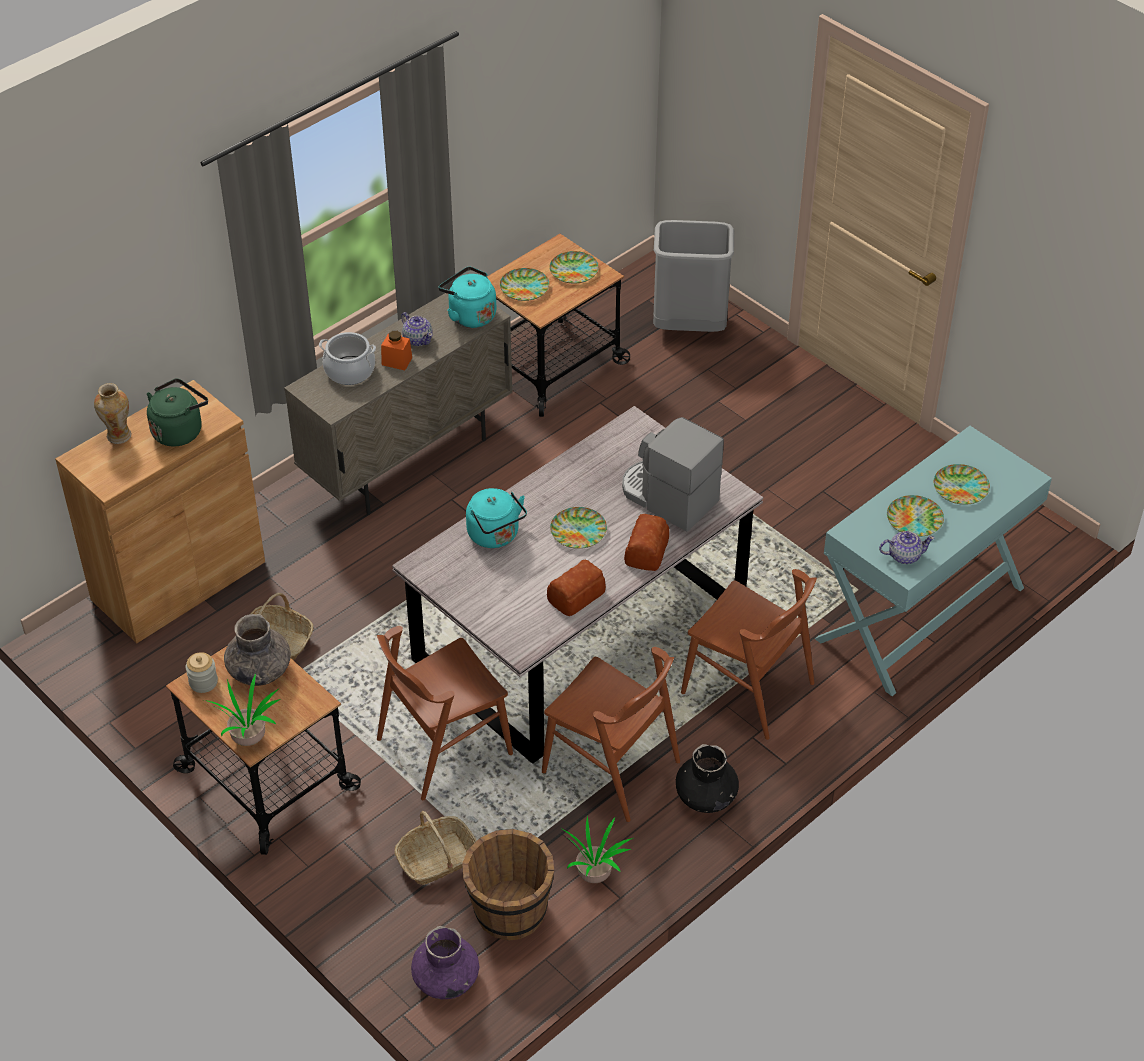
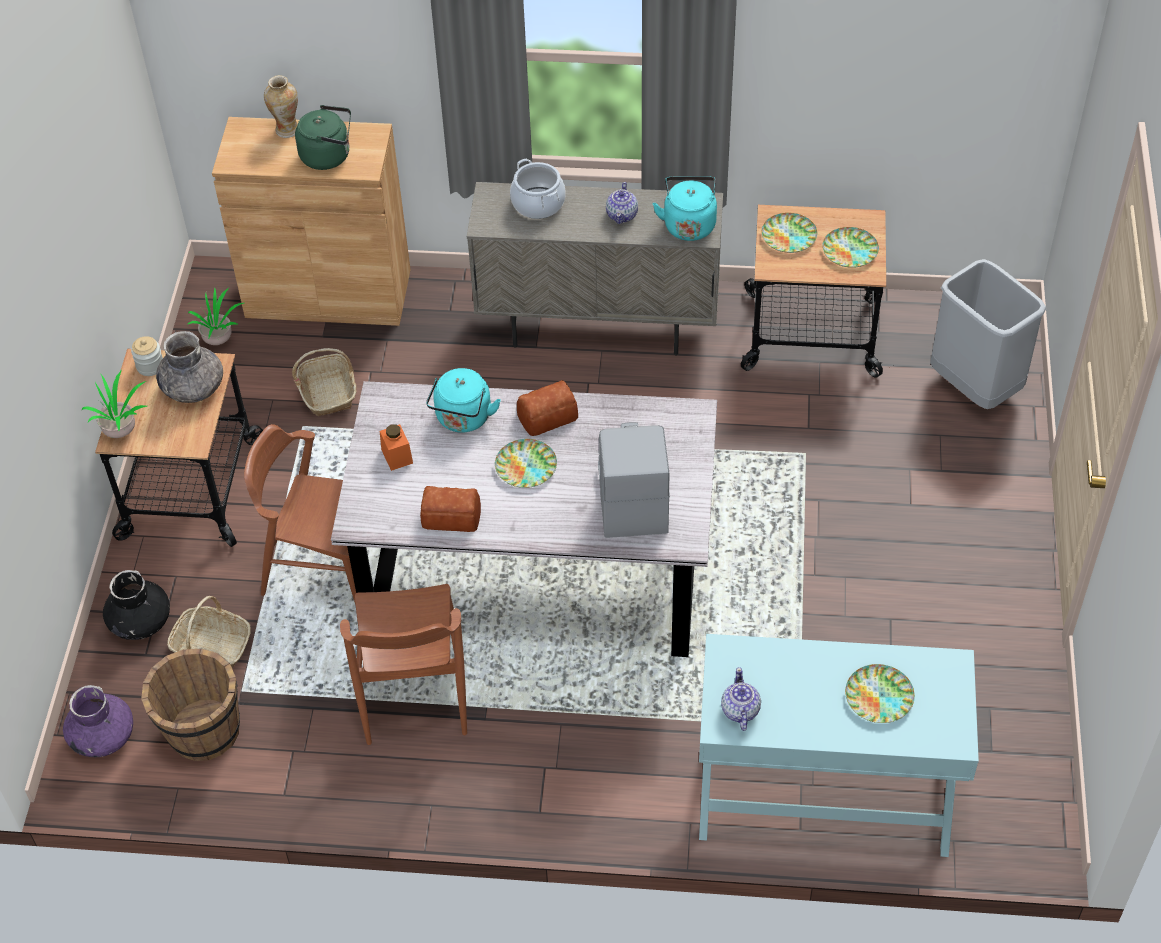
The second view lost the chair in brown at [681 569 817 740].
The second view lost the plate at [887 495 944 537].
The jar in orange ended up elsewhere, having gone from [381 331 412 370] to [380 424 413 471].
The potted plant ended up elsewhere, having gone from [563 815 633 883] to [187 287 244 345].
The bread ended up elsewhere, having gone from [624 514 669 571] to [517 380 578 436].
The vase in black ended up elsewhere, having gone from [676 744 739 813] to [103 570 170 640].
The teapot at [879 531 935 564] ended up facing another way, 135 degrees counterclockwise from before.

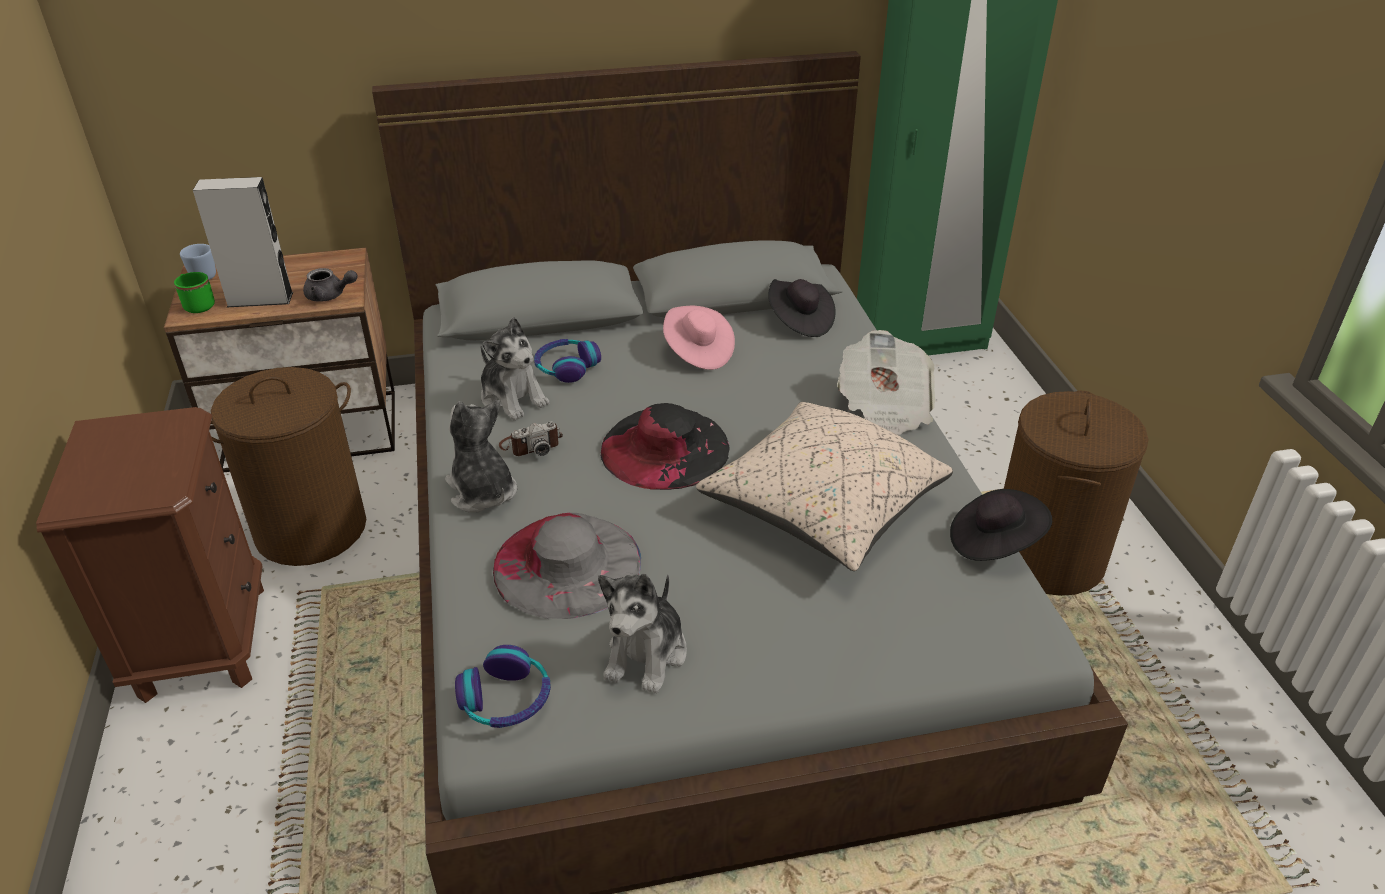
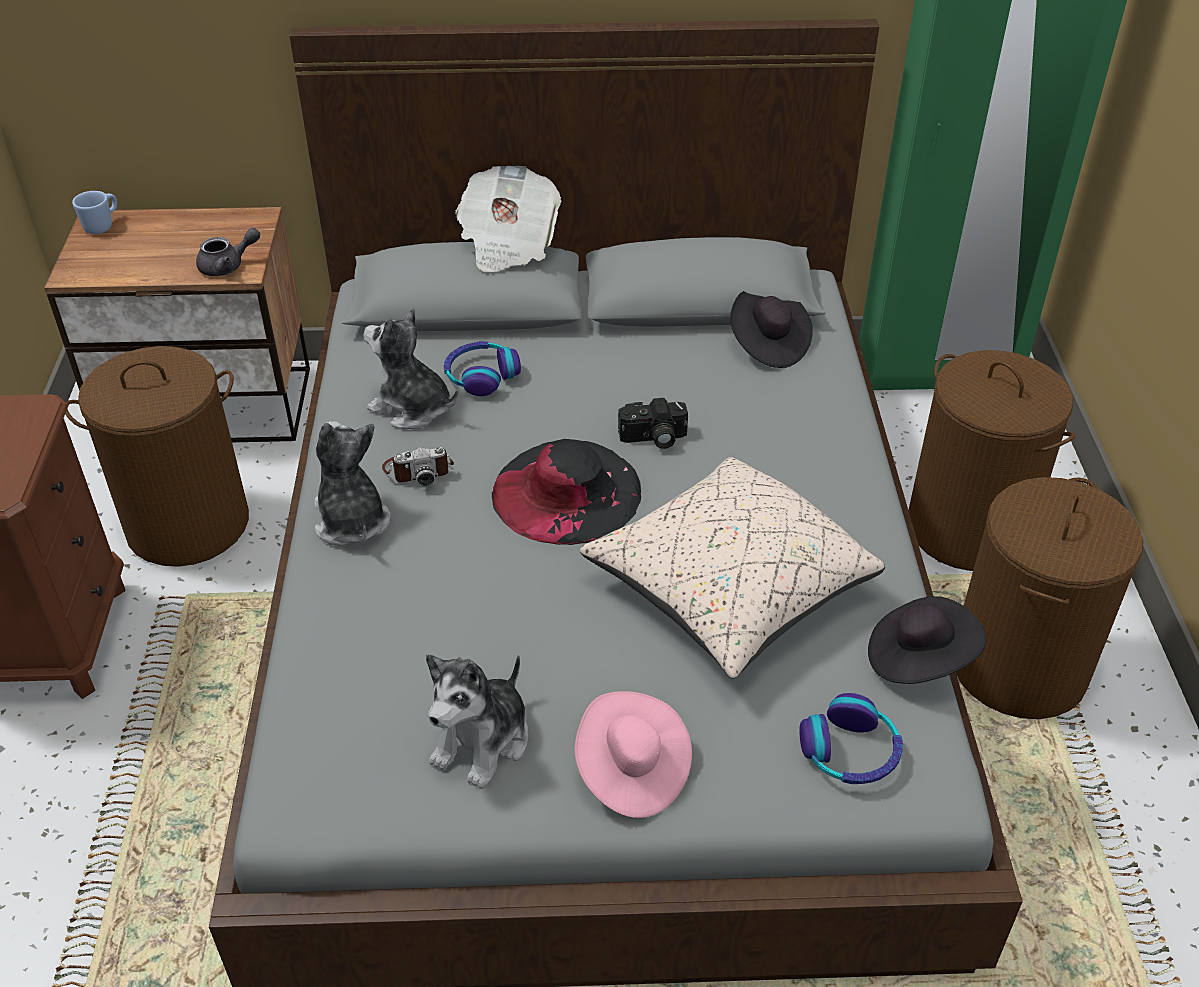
The second view lost the mug in green at [174 272 215 313].
The second view lost the speaker in grey at [193 177 293 308].
The second view lost the hat in grey at [493 513 641 619].
The second view gained the photo camera at [618 398 688 449].
The second view gained the laundry basket in brown at [908 350 1076 571].
The headphones ended up elsewhere, having gone from [455 645 551 728] to [799 693 903 784].
The hat in pink ended up elsewhere, having gone from [663 306 735 370] to [575 691 692 818].
The newspaper ended up elsewhere, having gone from [837 330 935 435] to [456 166 561 272].
The teapot in grey at [303 268 357 302] ended up facing another way, 45 degrees counterclockwise from before.
The plush toy at [481 317 550 421] ended up facing another way, 150 degrees clockwise from before.

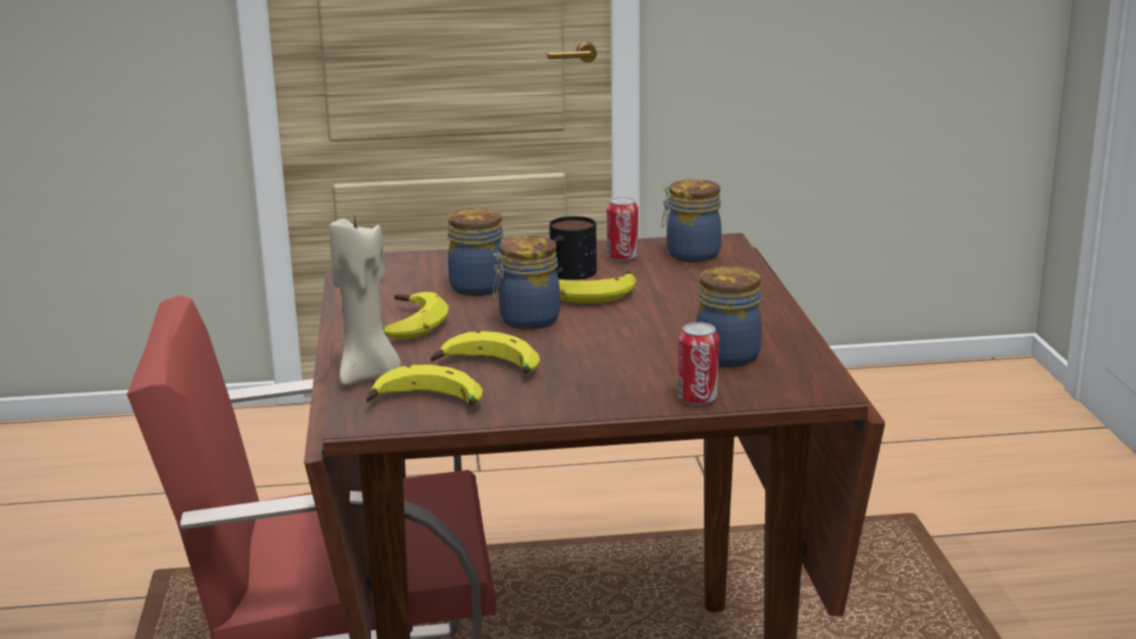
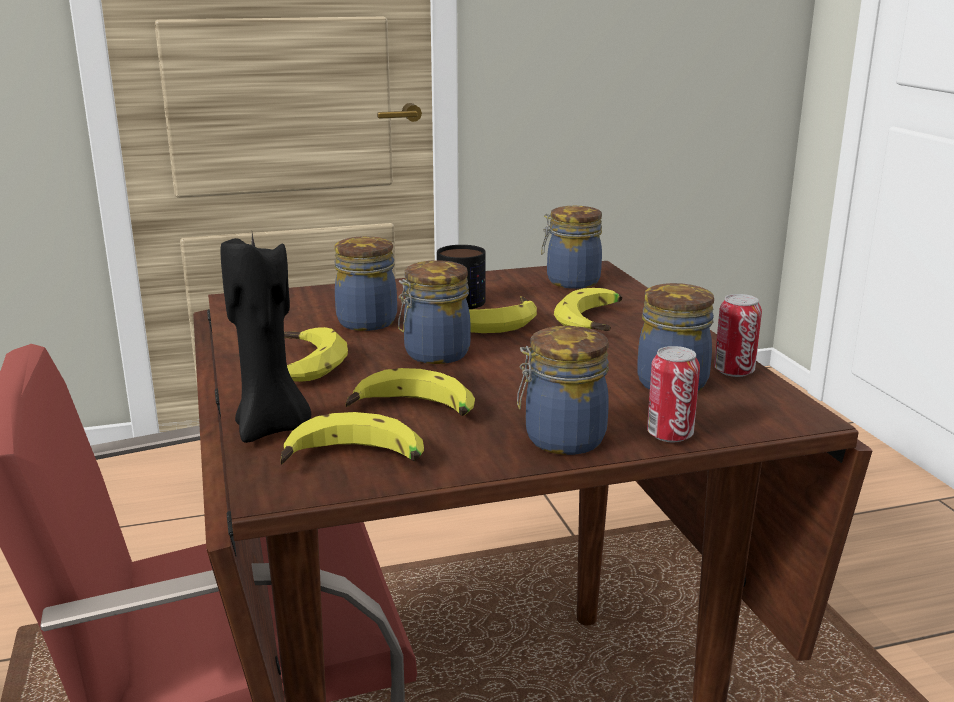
The second view gained the jar at [517 326 609 455].
The second view gained the banana at [554 288 622 331].
The can ended up elsewhere, having gone from [607 197 638 261] to [714 294 762 377].
What was the candle in beige at [329 213 401 385] turned into the candle in black at [220 233 311 443].

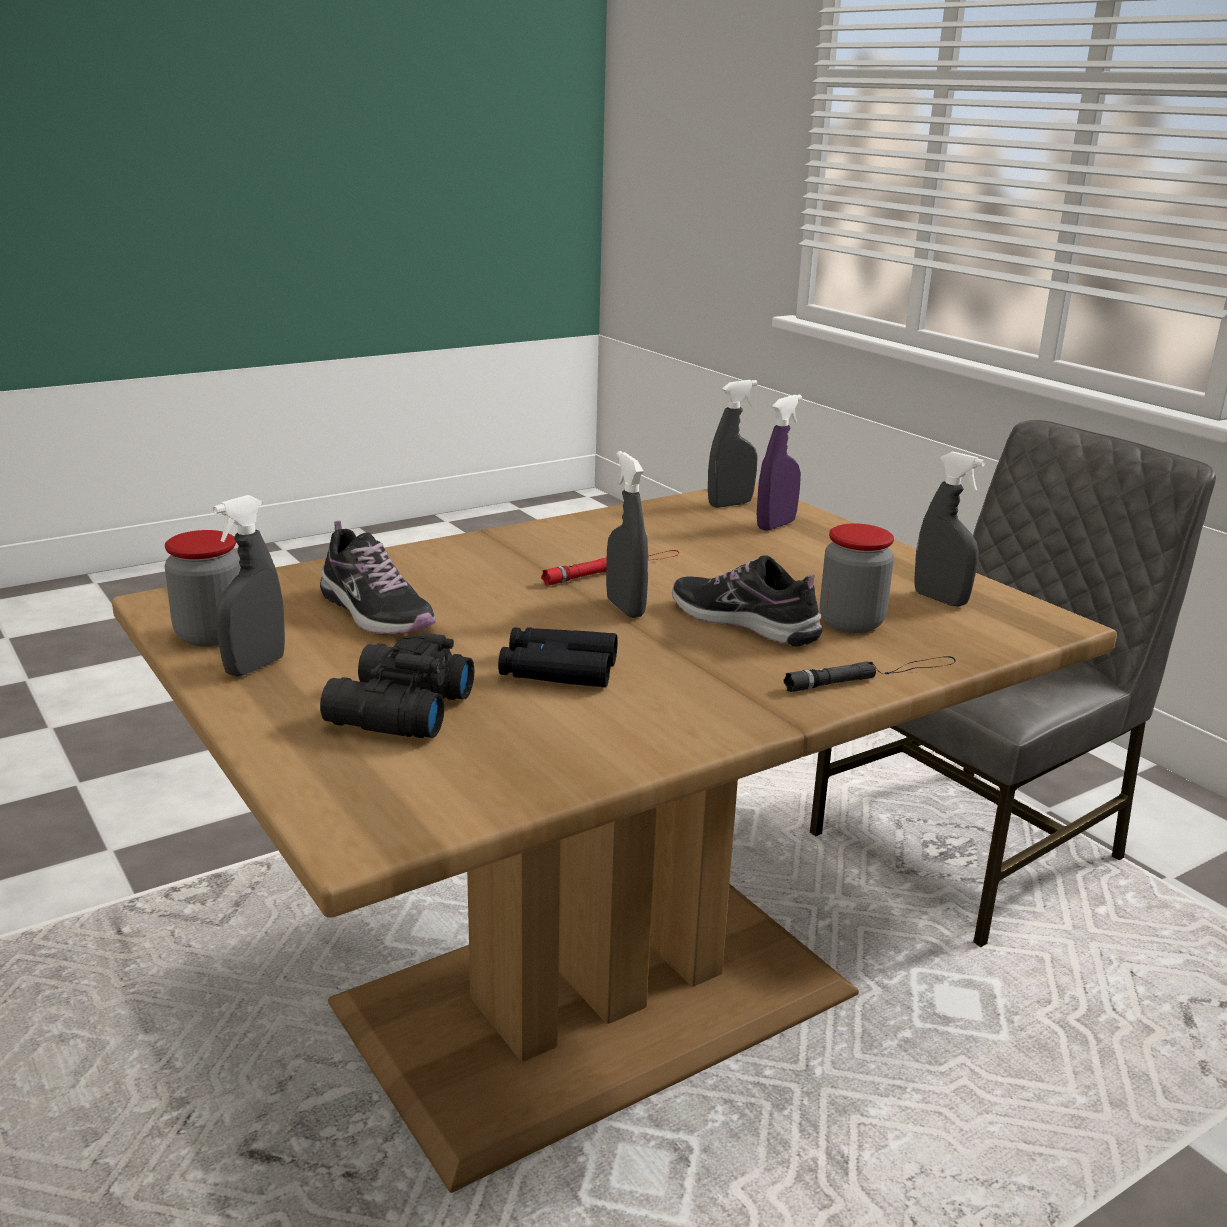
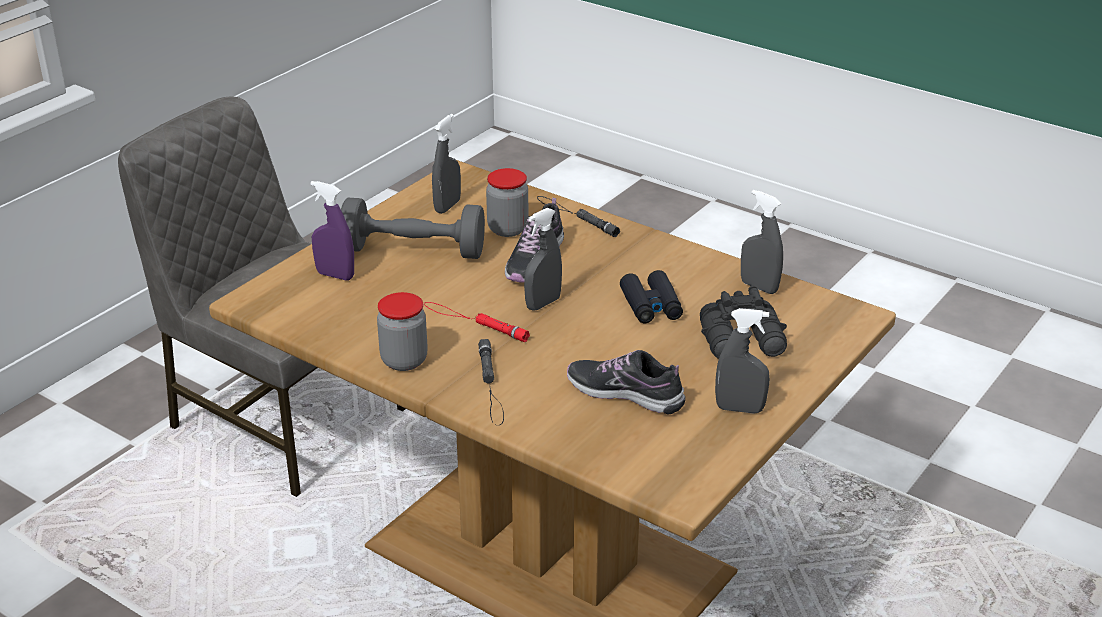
The second view gained the dumbbell in grey at [341 198 485 259].
The second view gained the flashlight in black at [478 339 504 425].
The jar ended up elsewhere, having gone from [165 530 241 647] to [377 292 428 371].
The spray bottle in grey ended up elsewhere, having gone from [708 380 758 508] to [741 190 783 294].
The shoe at [320 520 436 634] ended up facing another way, 90 degrees counterclockwise from before.

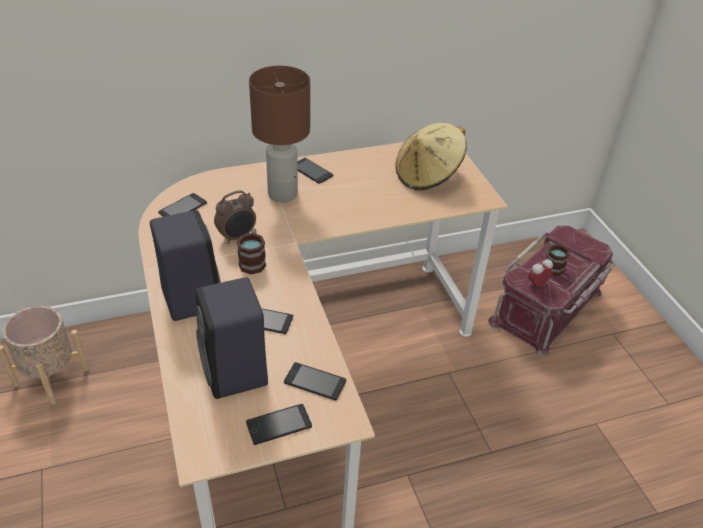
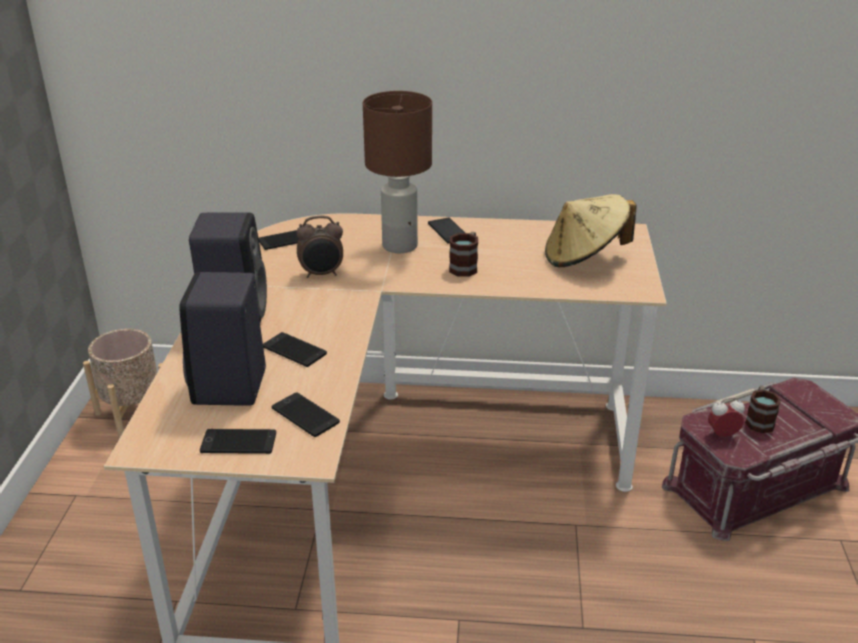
The mug ended up elsewhere, having gone from [237 229 266 275] to [449 232 478 277].

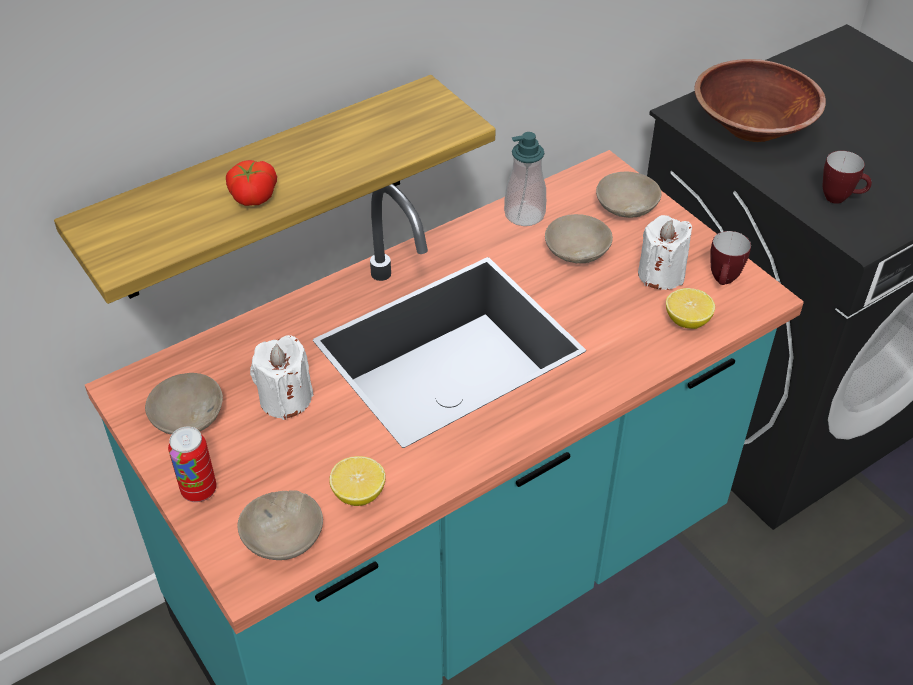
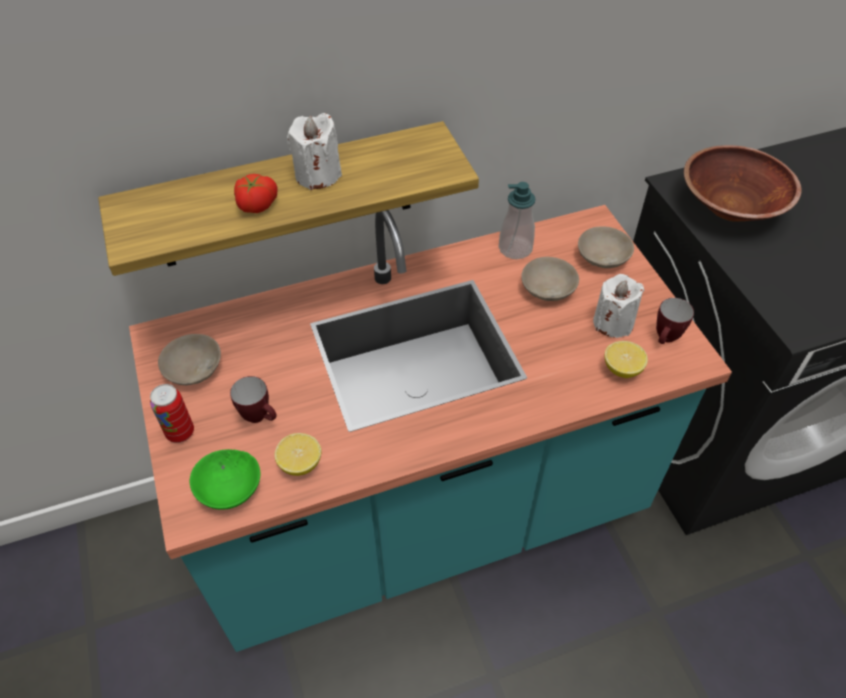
The candle in white ended up elsewhere, having gone from [250 335 314 420] to [287 113 342 190].
The mug ended up elsewhere, having gone from [823 151 872 204] to [230 376 277 423].
What was the bowl in beige at [237 490 323 560] turned into the bowl in green at [190 449 260 510].

